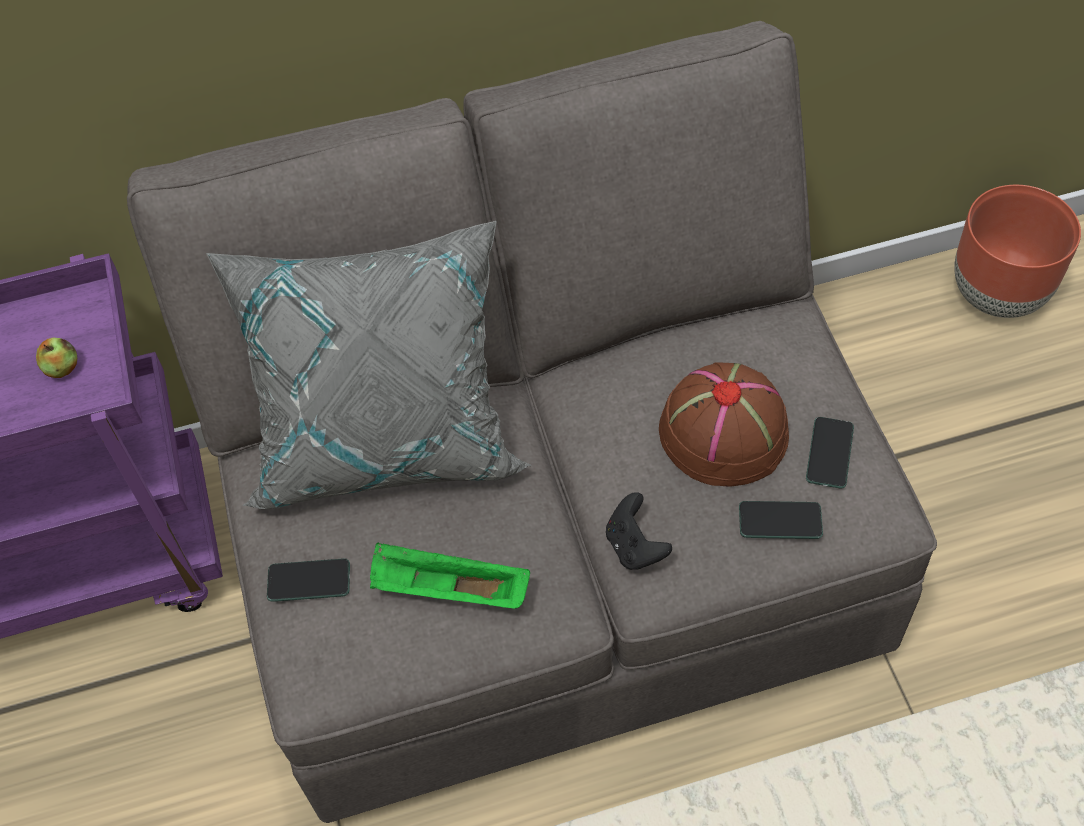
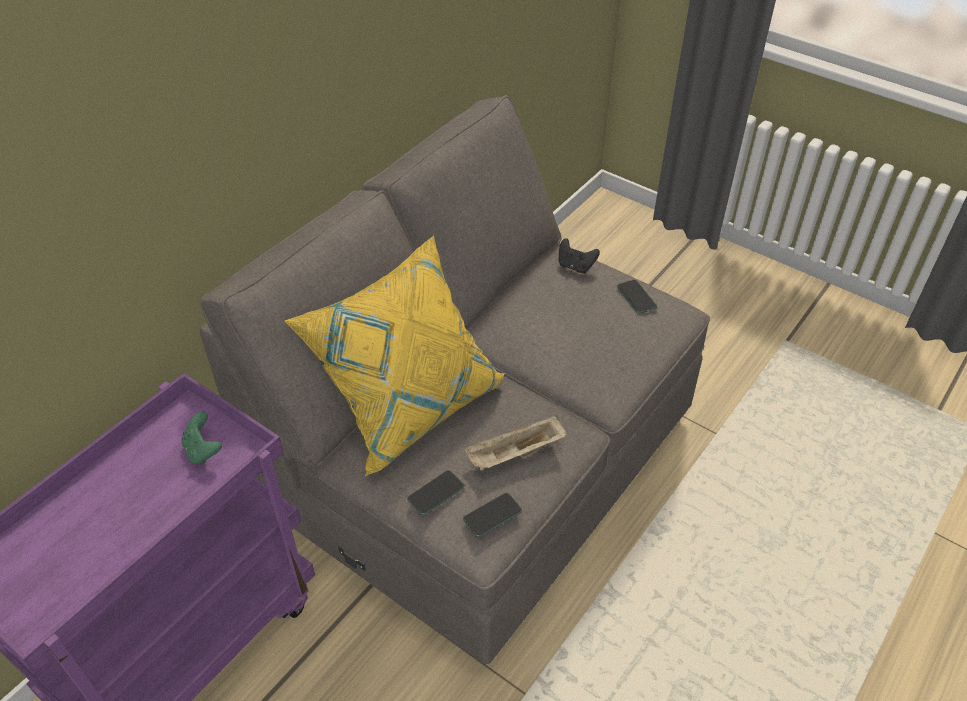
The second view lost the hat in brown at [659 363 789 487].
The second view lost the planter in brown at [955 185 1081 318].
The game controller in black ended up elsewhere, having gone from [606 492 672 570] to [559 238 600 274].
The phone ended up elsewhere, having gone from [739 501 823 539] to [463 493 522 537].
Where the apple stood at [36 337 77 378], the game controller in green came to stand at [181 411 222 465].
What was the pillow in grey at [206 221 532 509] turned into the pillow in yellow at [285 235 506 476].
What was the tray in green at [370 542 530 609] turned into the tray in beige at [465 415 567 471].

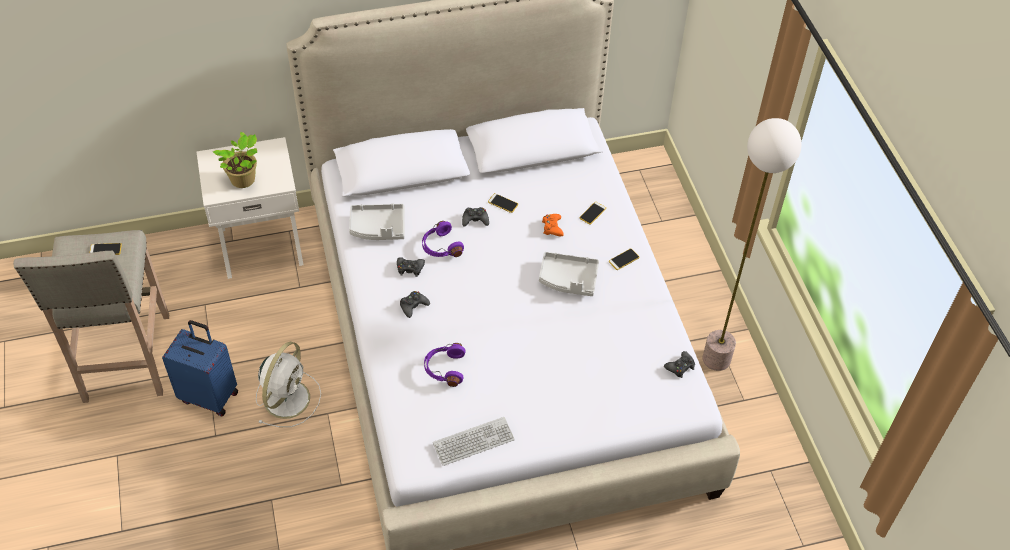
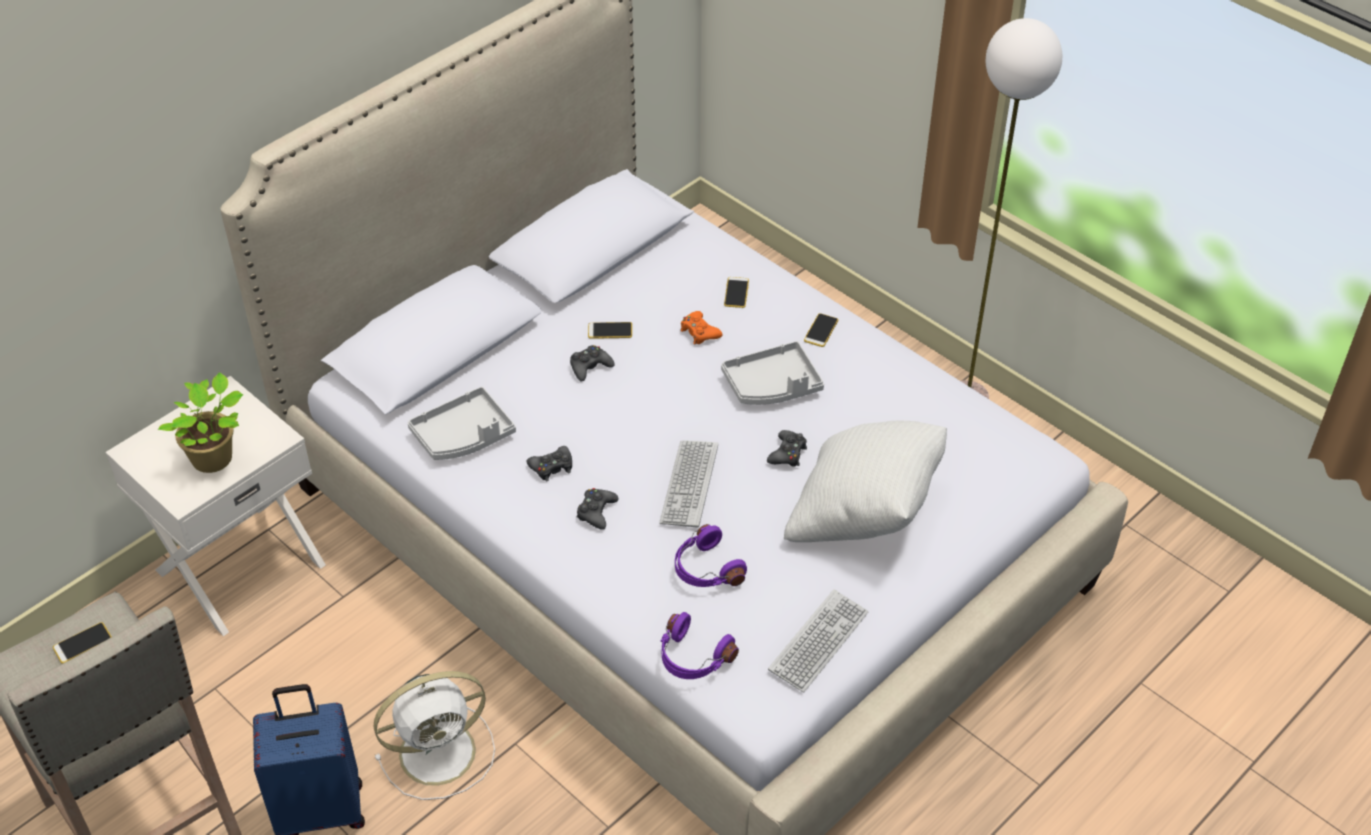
The second view gained the keyboard at [659 441 718 528].
The second view gained the pillow in white at [784 420 947 542].
The headphones in purple ended up elsewhere, having gone from [422 221 464 257] to [661 612 739 679].
The game controller in black ended up elsewhere, having gone from [664 351 695 378] to [767 430 807 467].
The fan in white at [256 342 321 427] ended up facing another way, 75 degrees clockwise from before.

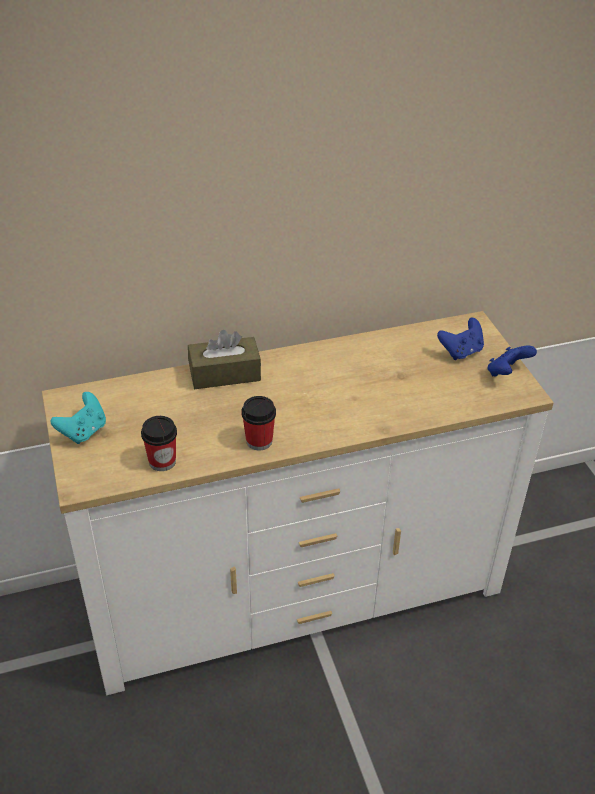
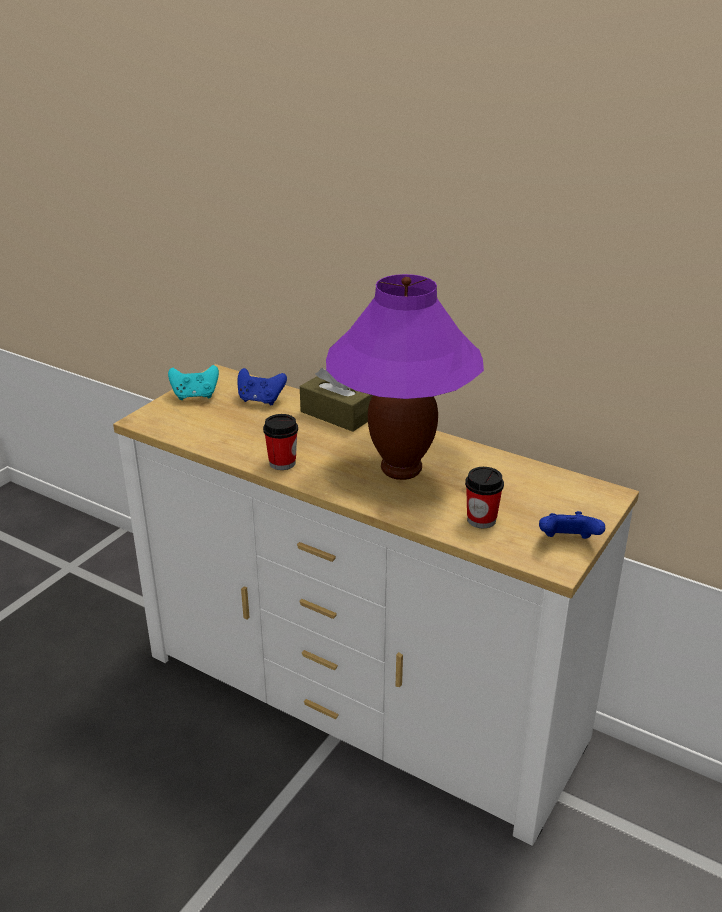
The second view gained the table lamp in purple at [326 274 484 480].
The cup ended up elsewhere, having gone from [141 416 177 471] to [465 467 504 528].
The game controller in blue ended up elsewhere, having gone from [437 318 484 360] to [238 368 287 405].

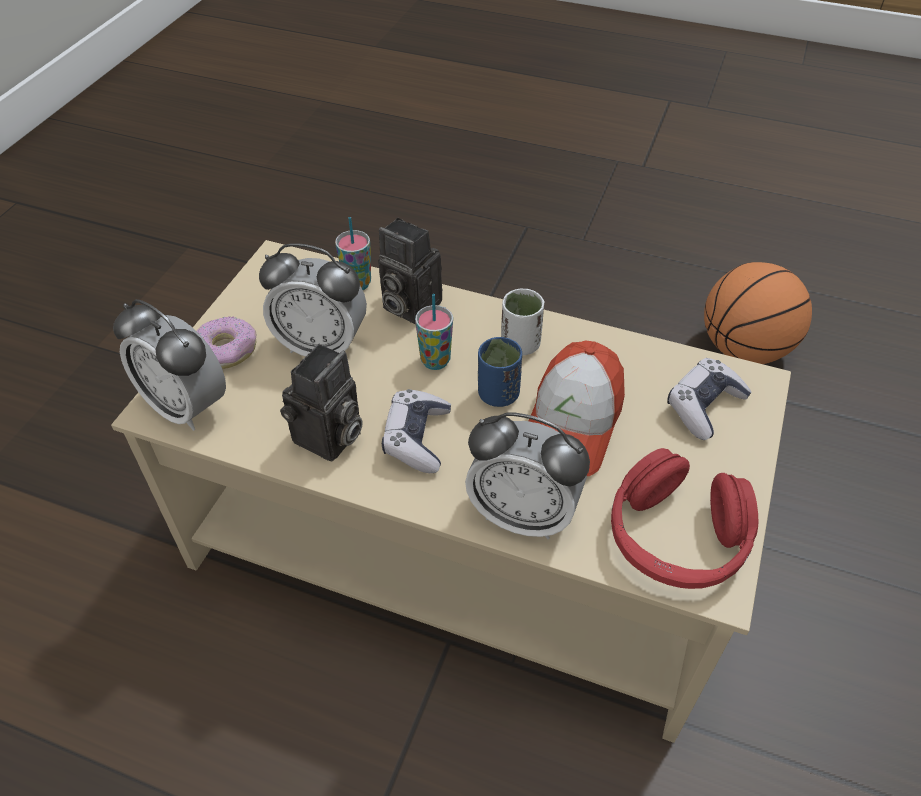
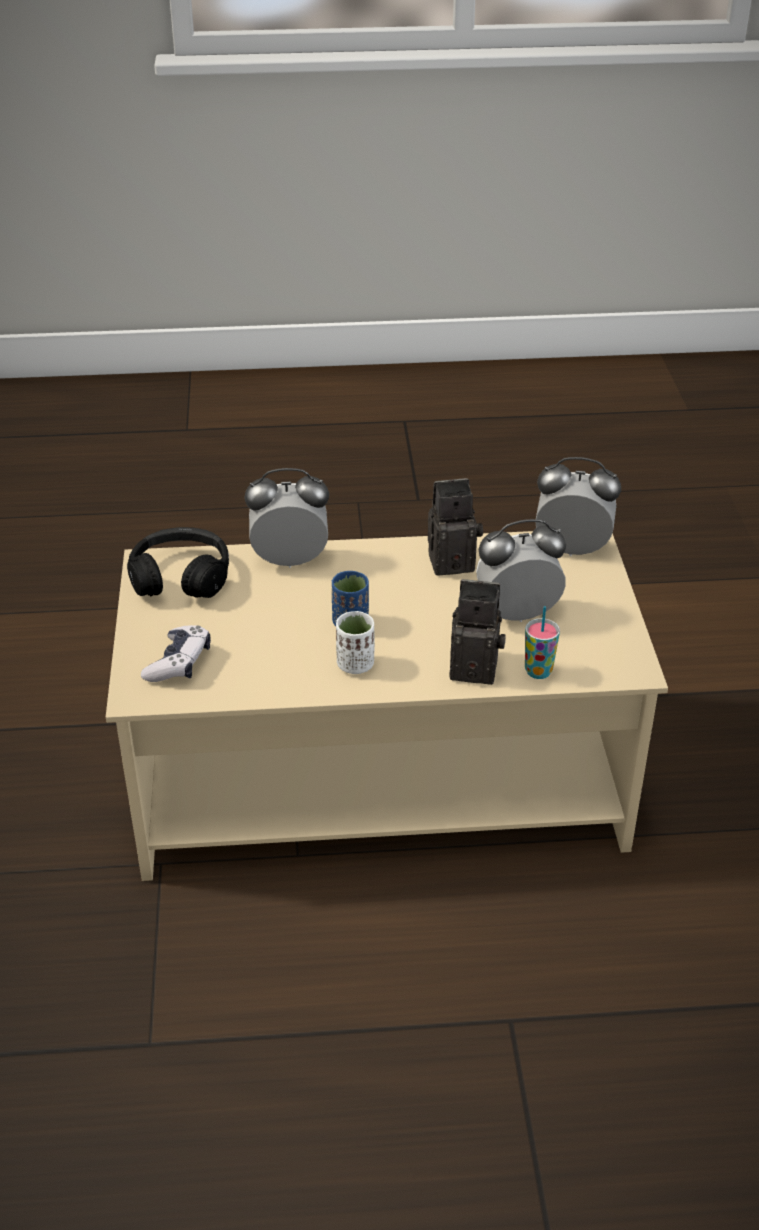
The second view lost the donut at [197 316 257 369].
The second view lost the game controller at [382 389 451 473].
The second view lost the cup at [415 294 453 370].
The second view lost the cap at [529 340 625 476].
The second view lost the basketball at [704 262 812 364].
What was the headphones in red at [611 448 758 589] turned into the headphones in black at [127 527 229 598].
The photo camera at [280 344 362 461] ended up facing another way, 75 degrees clockwise from before.

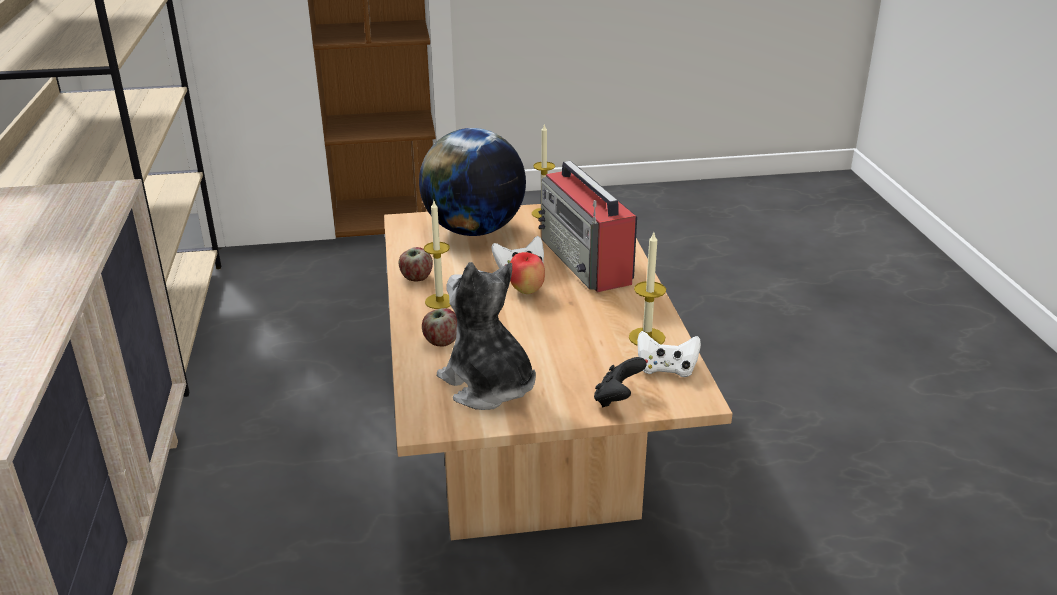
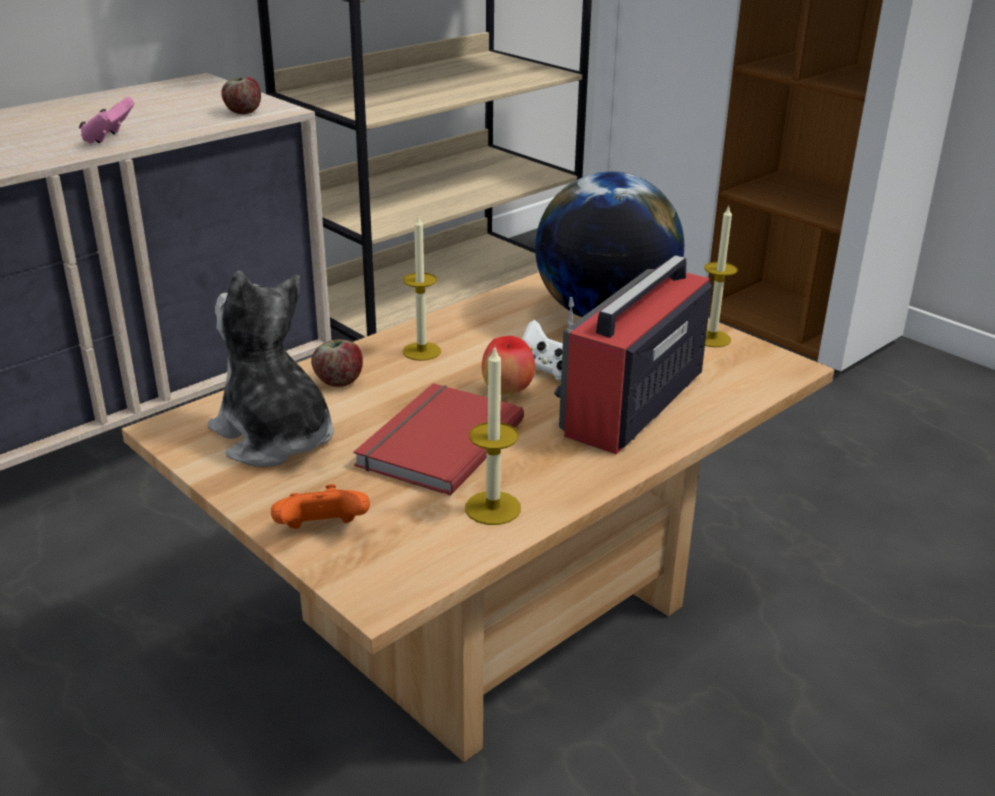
The second view lost the game controller in white at [637 331 701 377].
The second view gained the game controller in pink at [79 97 134 144].
The second view gained the book in red at [354 383 524 496].
The apple ended up elsewhere, having gone from [399 247 433 282] to [221 77 261 114].
What was the game controller in black at [594 357 647 407] turned into the game controller in orange at [271 484 370 529].
The plush toy at [437 262 536 410] ended up facing another way, 60 degrees counterclockwise from before.

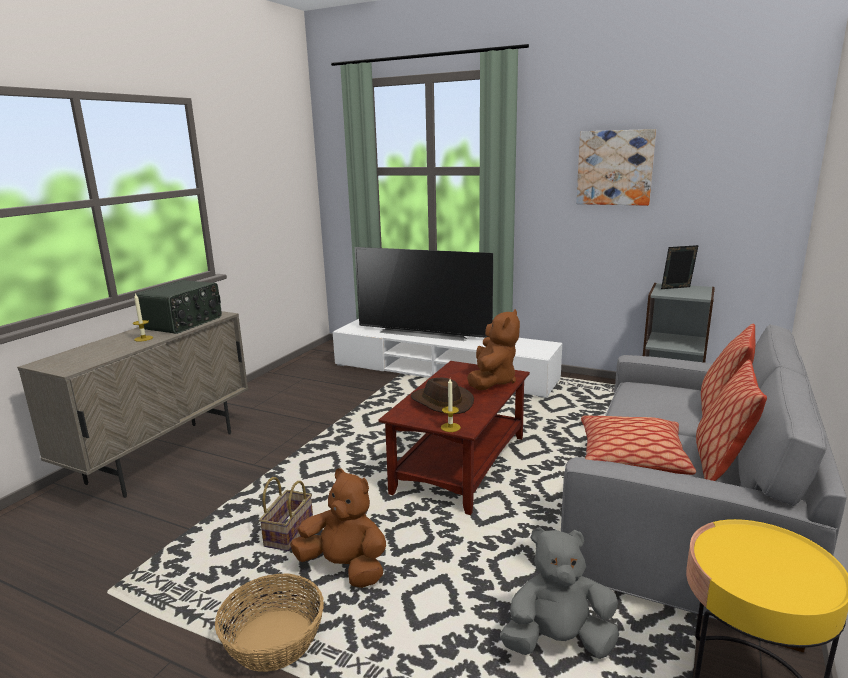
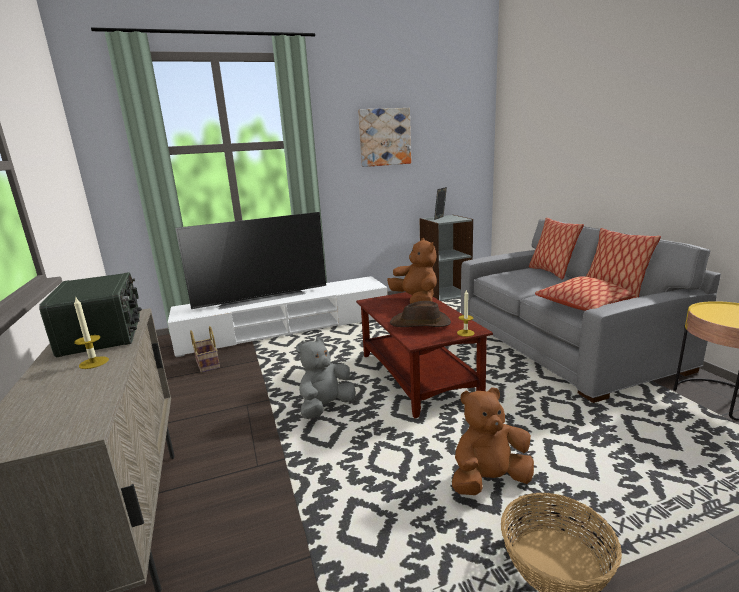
The basket ended up elsewhere, having gone from [259 477 313 551] to [190 326 220 373].
The plush toy in grey ended up elsewhere, having gone from [500 527 619 659] to [296 337 356 419].

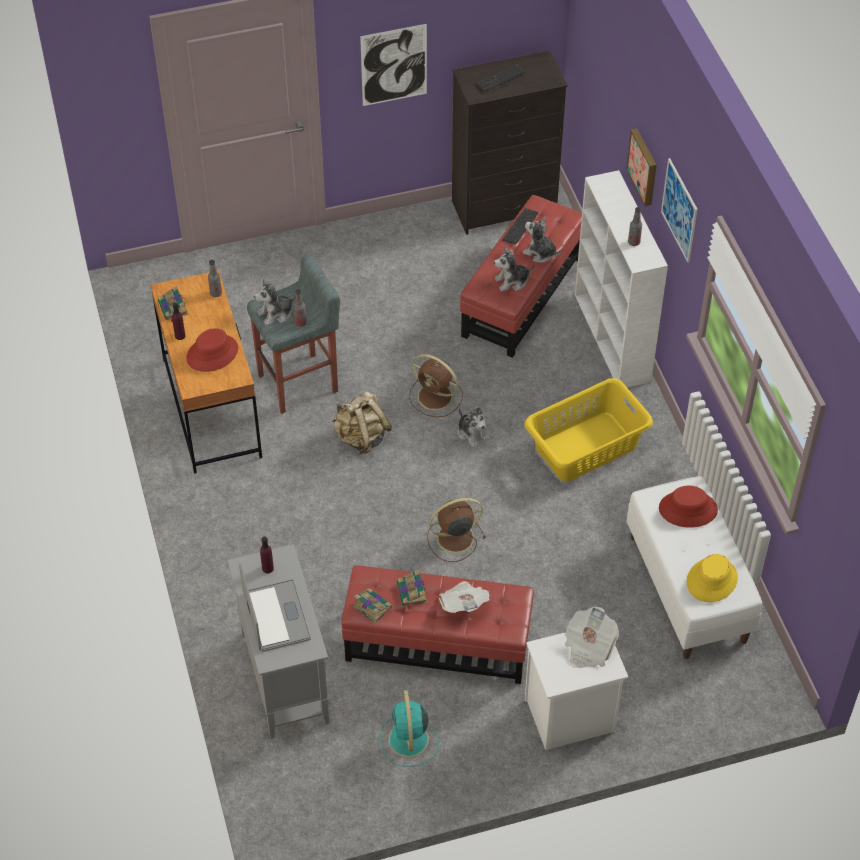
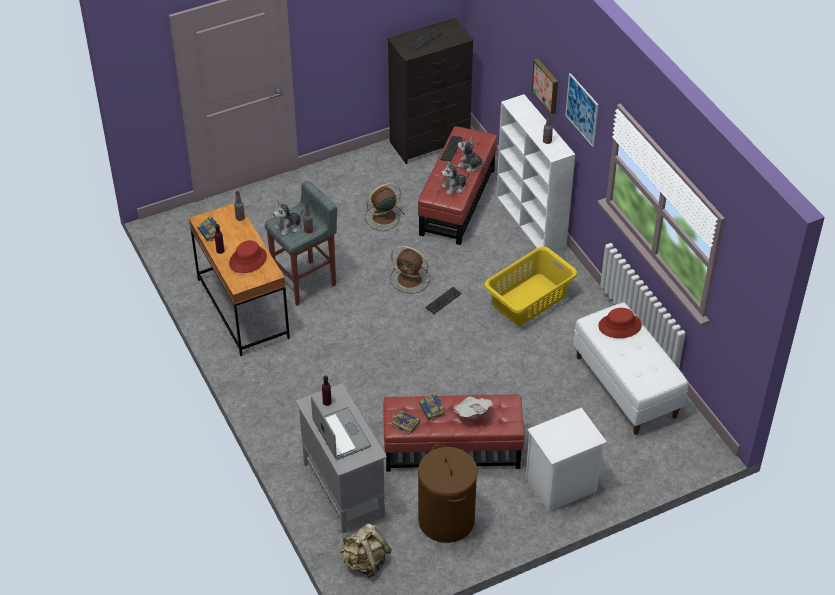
The second view lost the picture at [360 24 427 106].
The second view lost the newspaper at [564 606 619 668].
The second view lost the hat in yellow at [687 554 738 602].
The backpack in beige ended up elsewhere, having gone from [332 391 392 454] to [339 523 391 578].
The fan in brown ended up elsewhere, having gone from [427 498 486 562] to [365 183 405 231].
Where the fan in turquoise stood at [380 690 439 767], the laundry basket in brown came to stand at [418 444 478 543].
Where the plush toy stood at [458 407 490 448], the keyboard came to stand at [426 287 462 314].

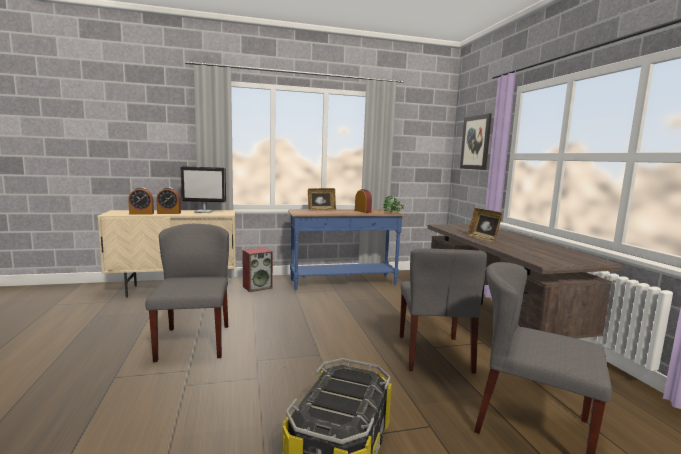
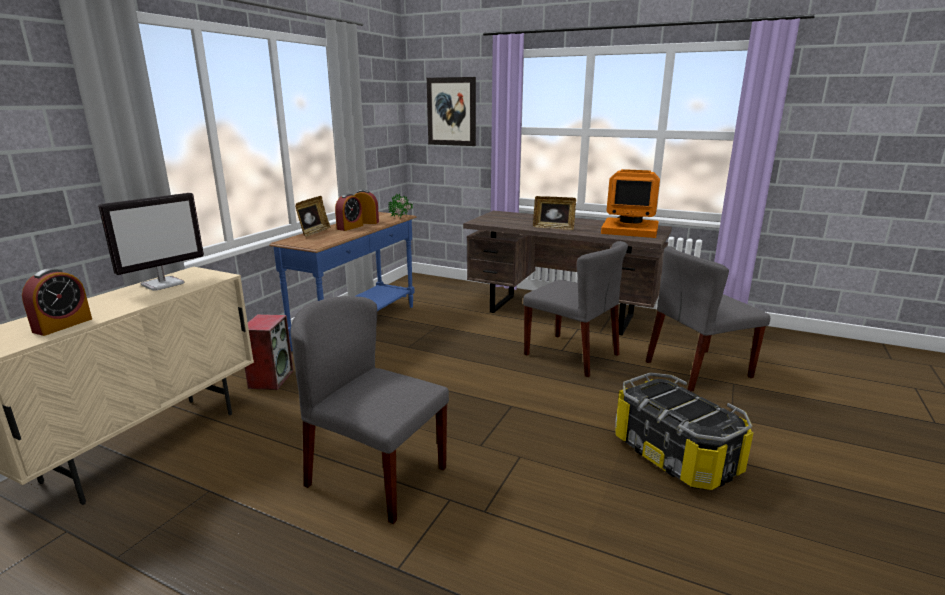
The second view gained the monitor at [601 169 660 238].
The alarm clock ended up elsewhere, having gone from [156 187 181 214] to [335 194 363 231].

